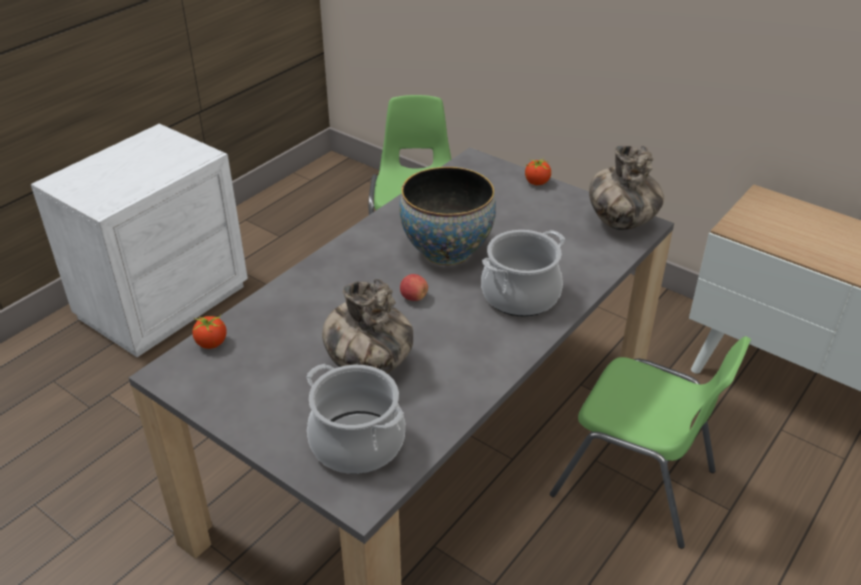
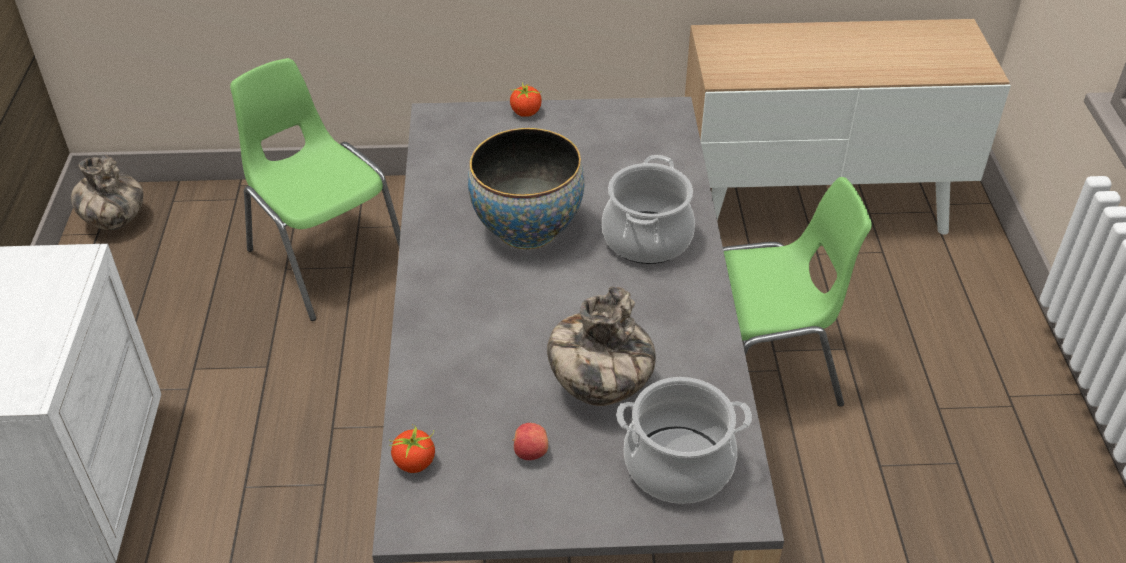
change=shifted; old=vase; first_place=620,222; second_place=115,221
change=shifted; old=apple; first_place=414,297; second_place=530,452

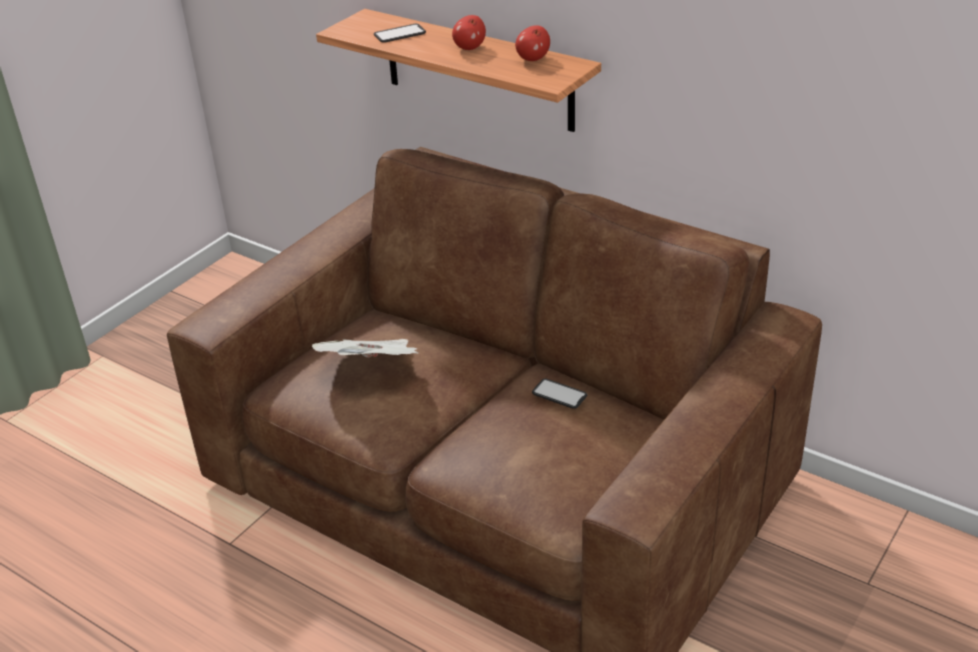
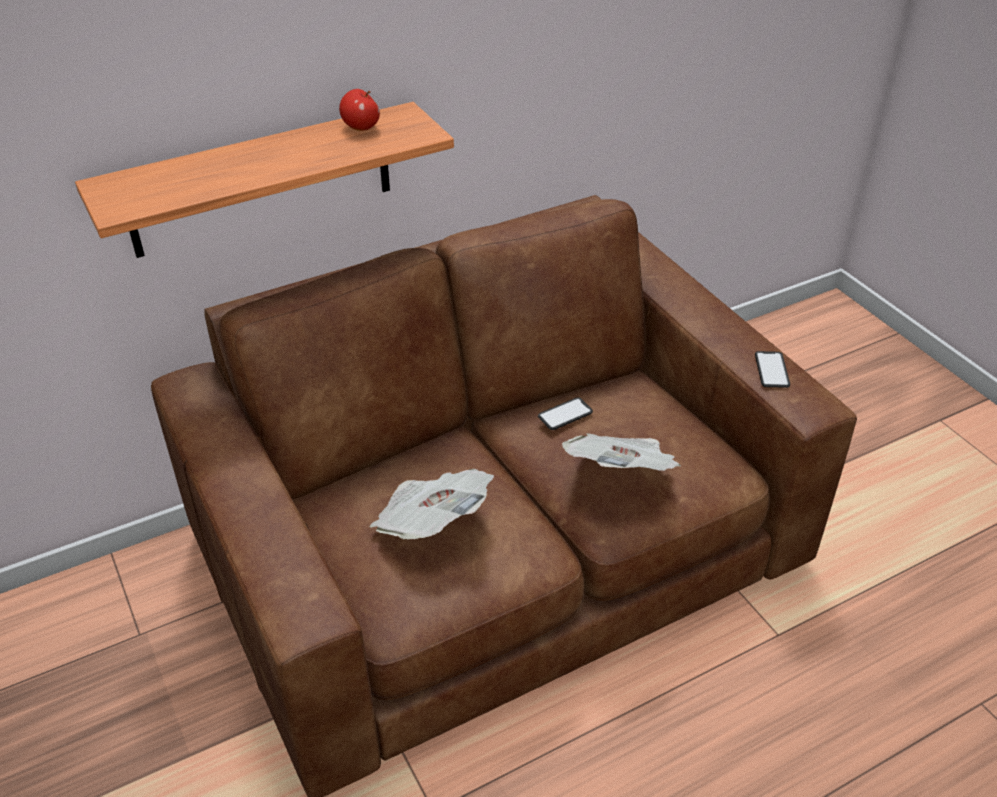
change=gone; old=apple; first_place=469,48
change=shifted; old=phone; first_place=399,34; second_place=771,370
change=new; new=newspaper; second_place=621,473

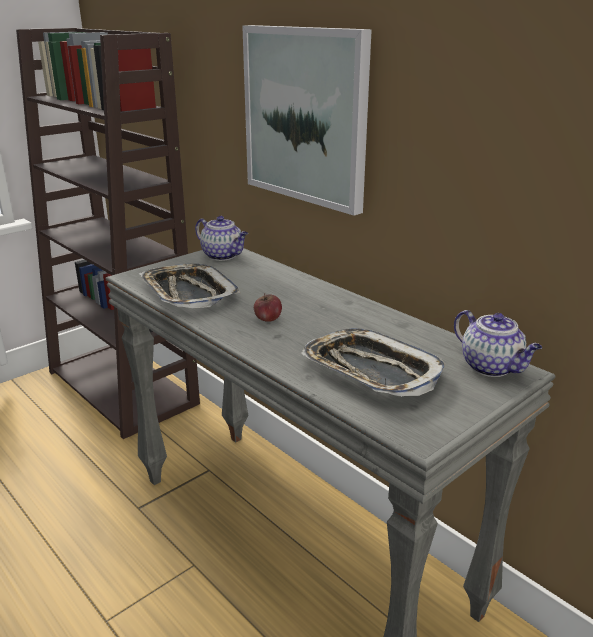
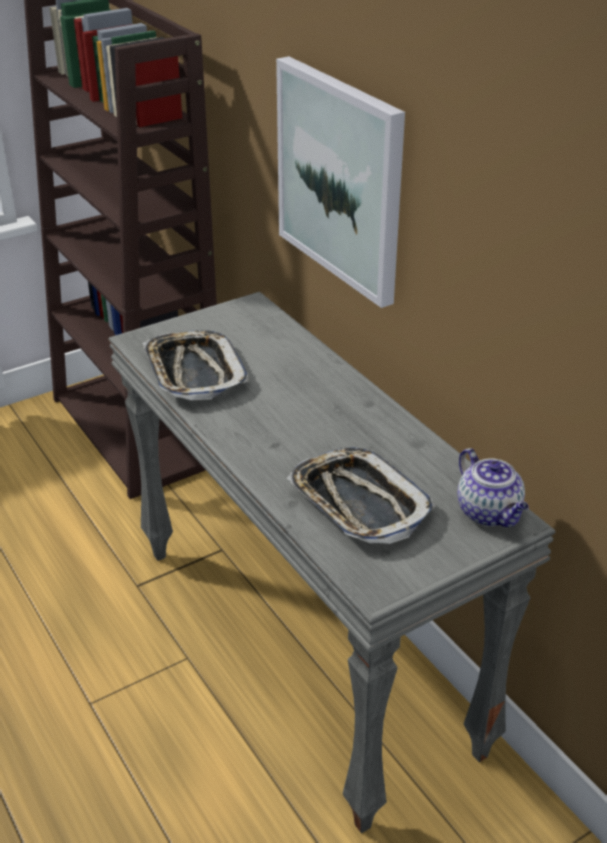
change=gone; old=teapot; first_place=223,256
change=gone; old=apple; first_place=267,319

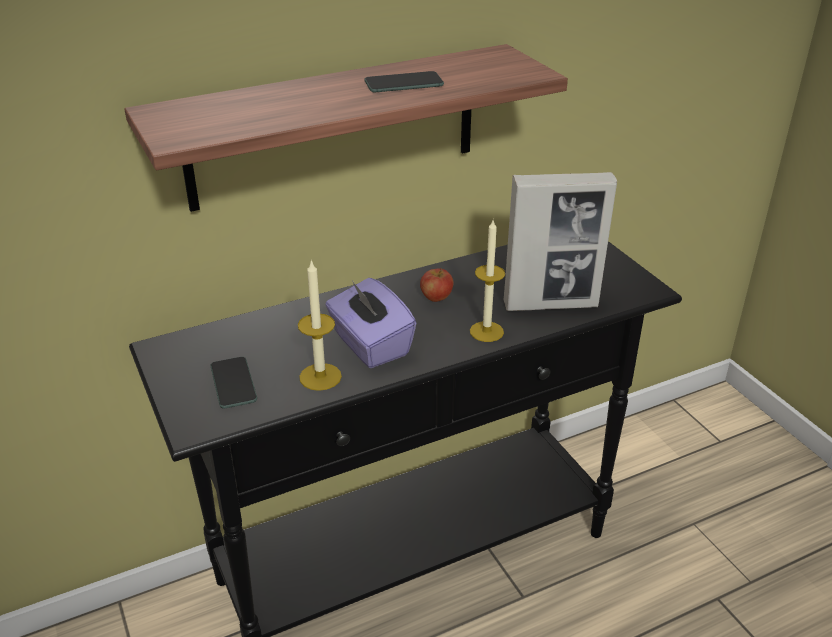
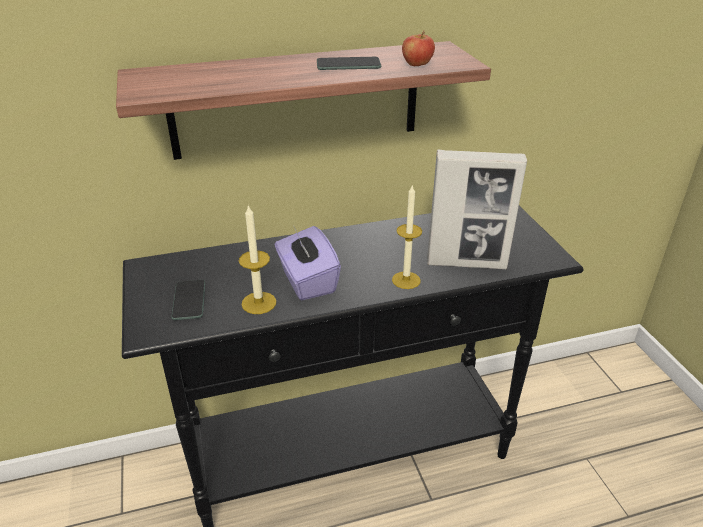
change=shifted; old=apple; first_place=436,297; second_place=417,65

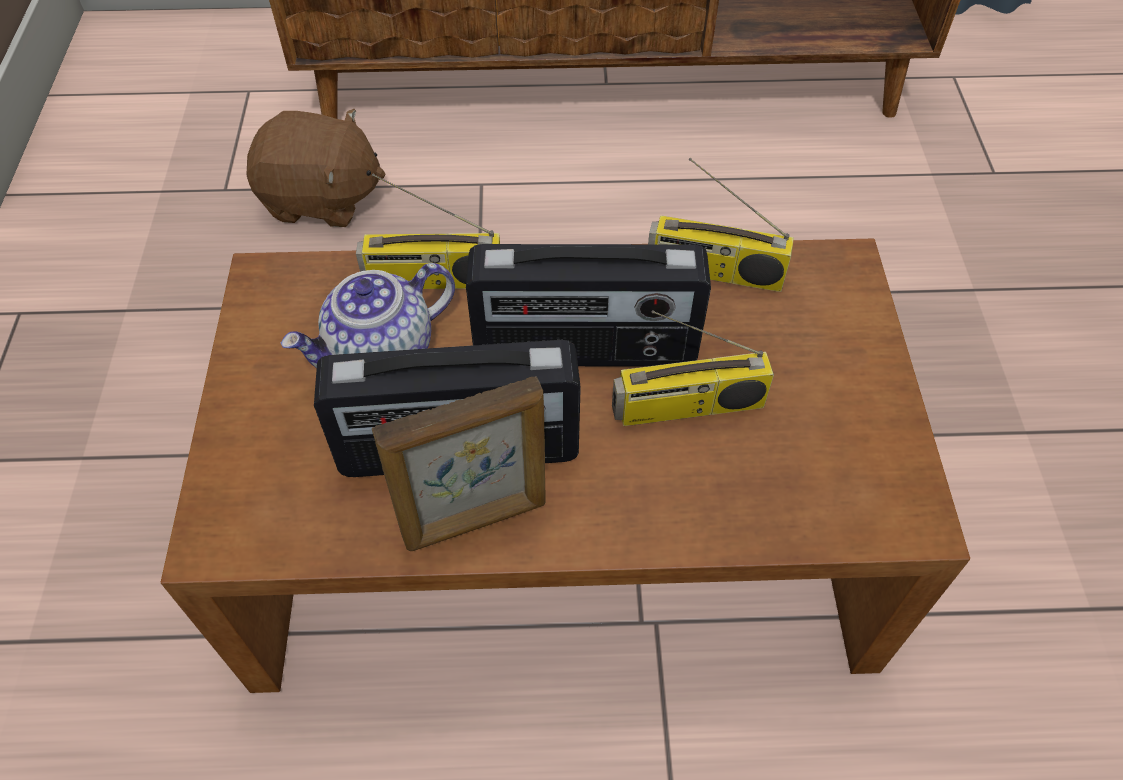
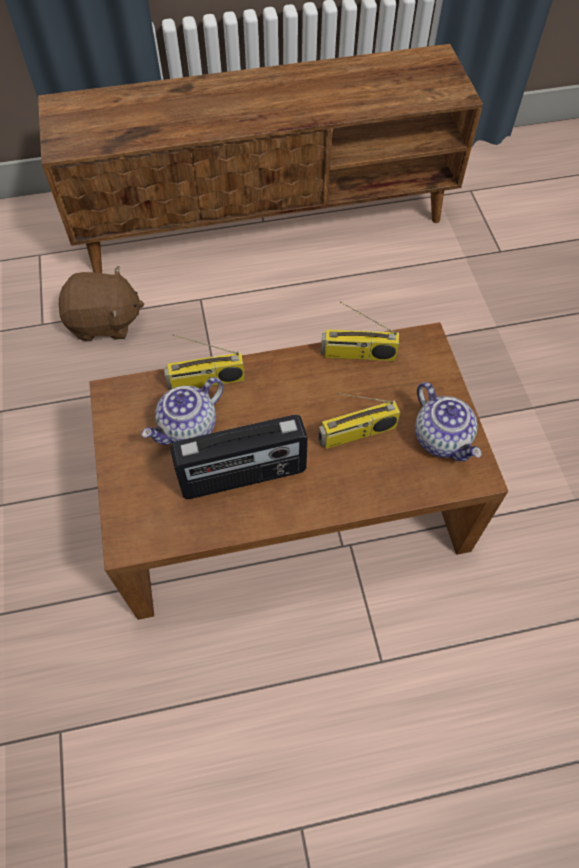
change=gone; old=radio; first_place=585,351
change=gone; old=picture frame; first_place=476,521
change=new; new=teapot; second_place=442,438

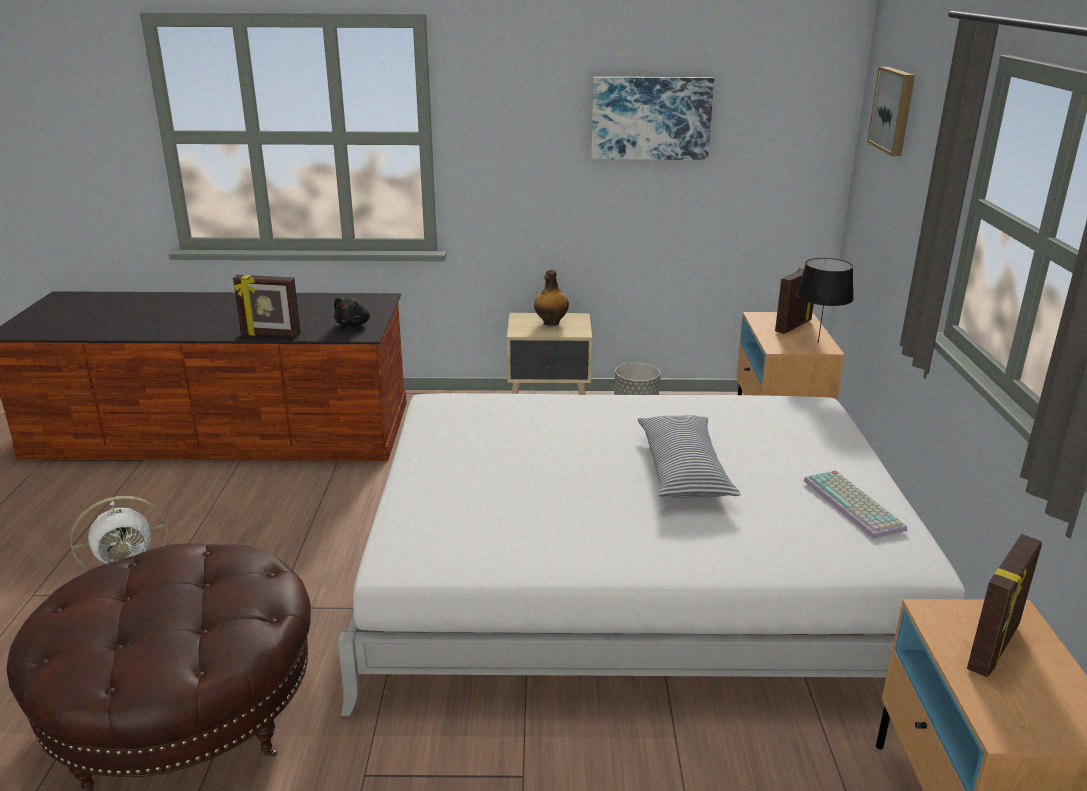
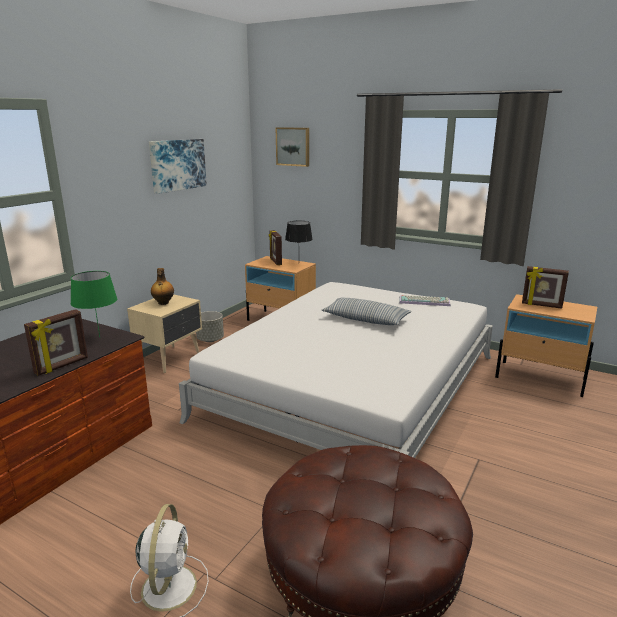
change=swapped; old=black plush toy; new=green table lamp; first_place=353,324; second_place=100,337
change=rotated; old=picture frame; first_place=994,648; second_place=541,305; degrees=135

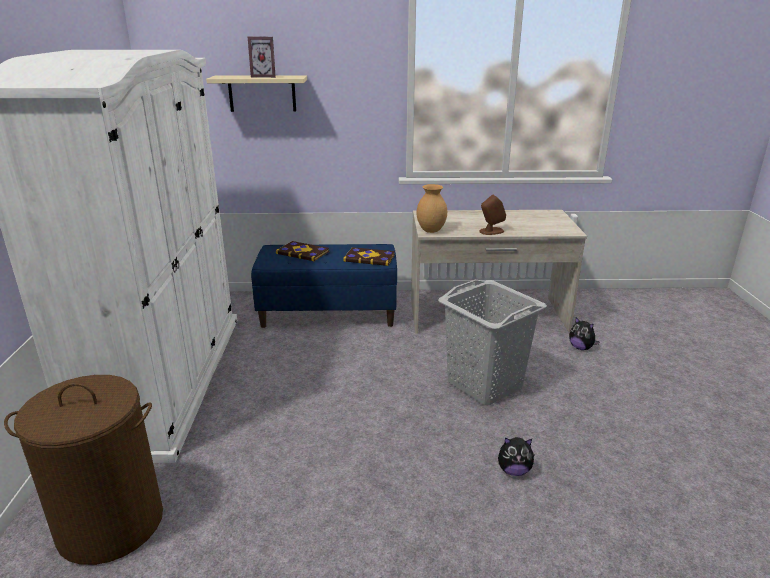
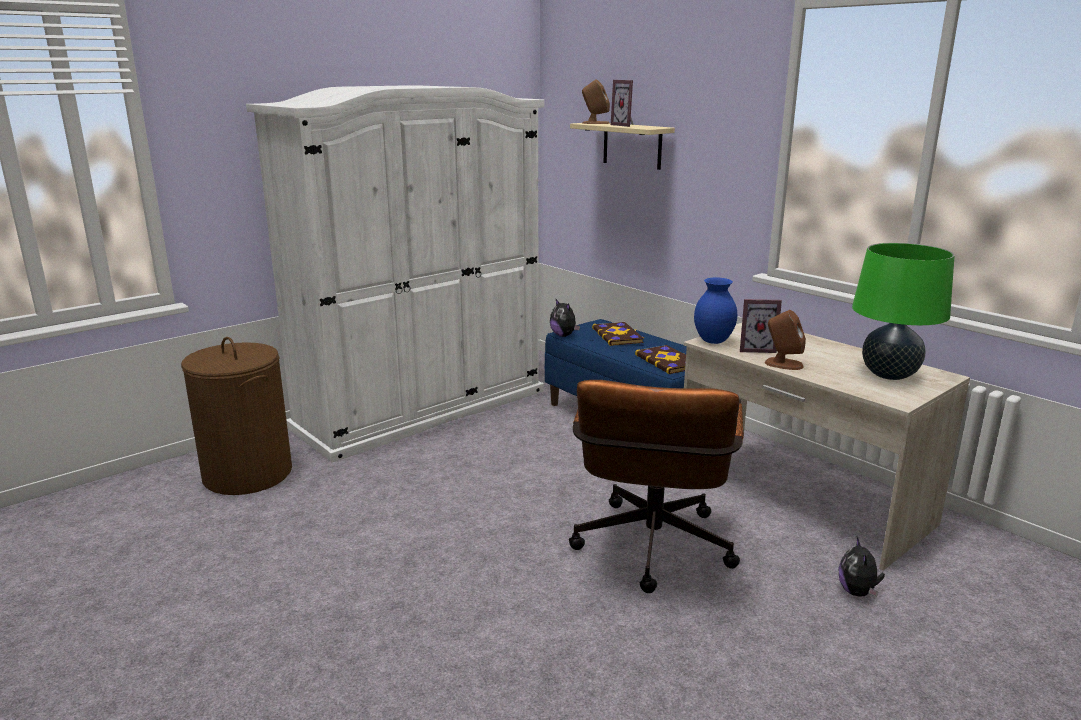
change=repainted; old=brown vase; new=blue vase; first_place=431,231; second_place=714,341
change=swapped; old=grey laundry basket; new=brown office chair; first_place=484,385; second_place=651,553
change=shifted; old=plush toy; first_place=514,470; second_place=564,335
change=new; new=brown speaker; second_place=595,123
change=new; new=green table lamp; second_place=889,375
change=new; new=picture frame; second_place=756,349

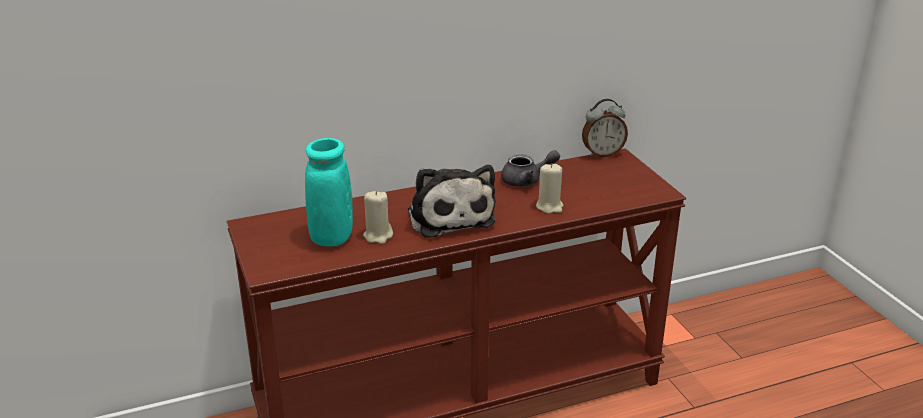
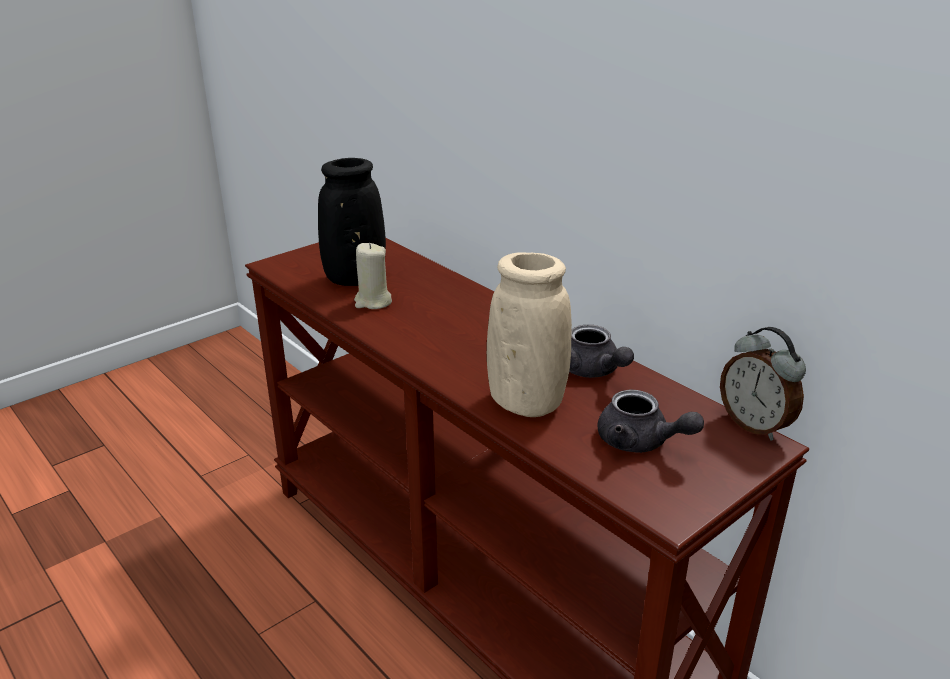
change=repainted; old=turquoise vase; new=black vase; first_place=331,238; second_place=355,279
change=swapped; old=beige candle; new=beige vase; first_place=549,206; second_place=526,403
change=gone; old=plush toy; first_place=449,216
change=new; new=grey teapot; second_place=640,442

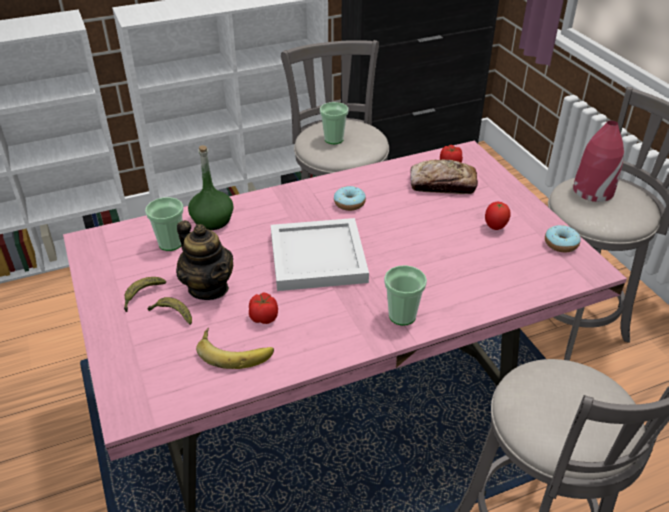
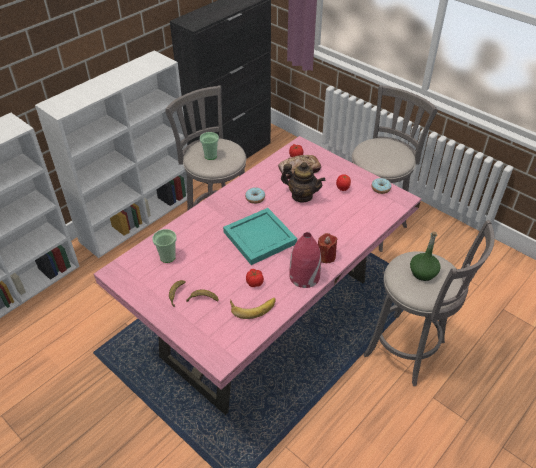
change=shifted; old=red vase; first_place=592,191; second_place=304,276
change=shifted; old=green bottle; first_place=212,220; second_place=423,272
change=repainted; old=white tray; new=turquoise tray; first_place=316,256; second_place=258,237
change=shifted; old=teapot; first_place=208,287; second_place=302,196
change=swapped; old=cup; new=red candle; first_place=402,316; second_place=326,256

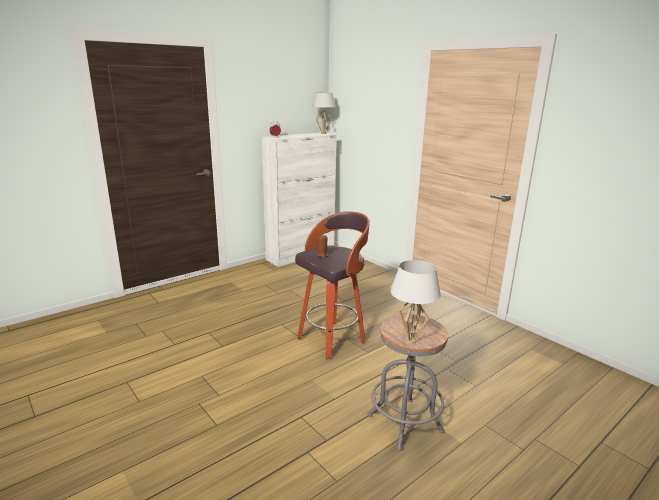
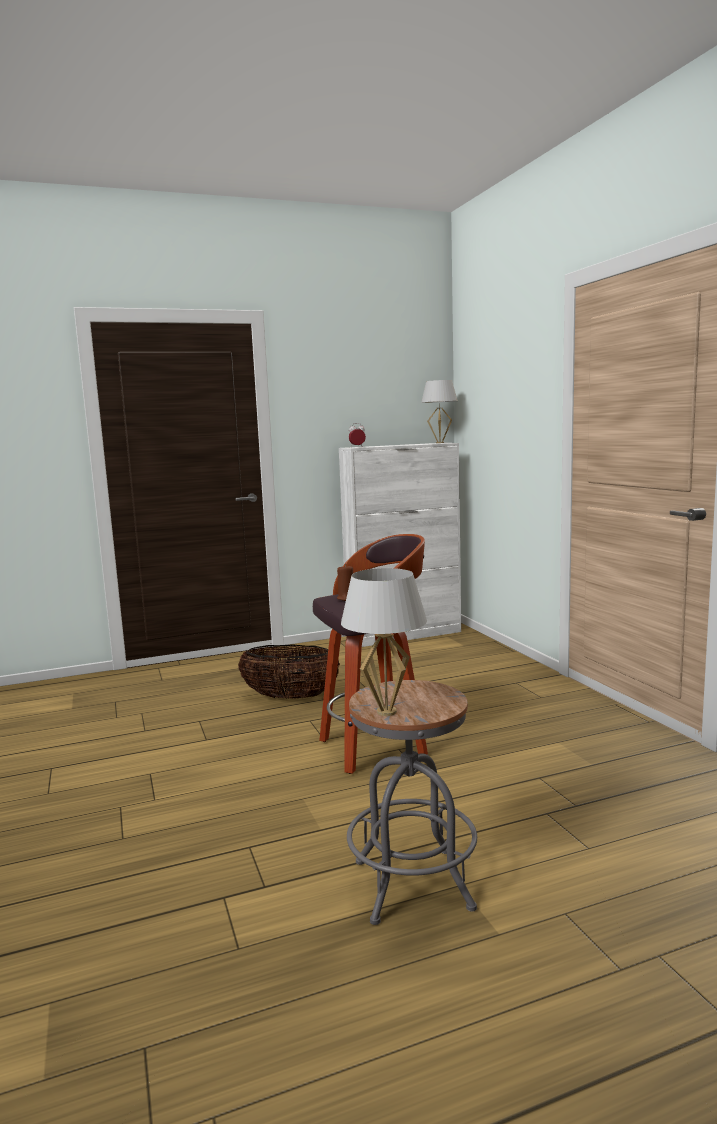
change=new; new=basket; second_place=290,697

